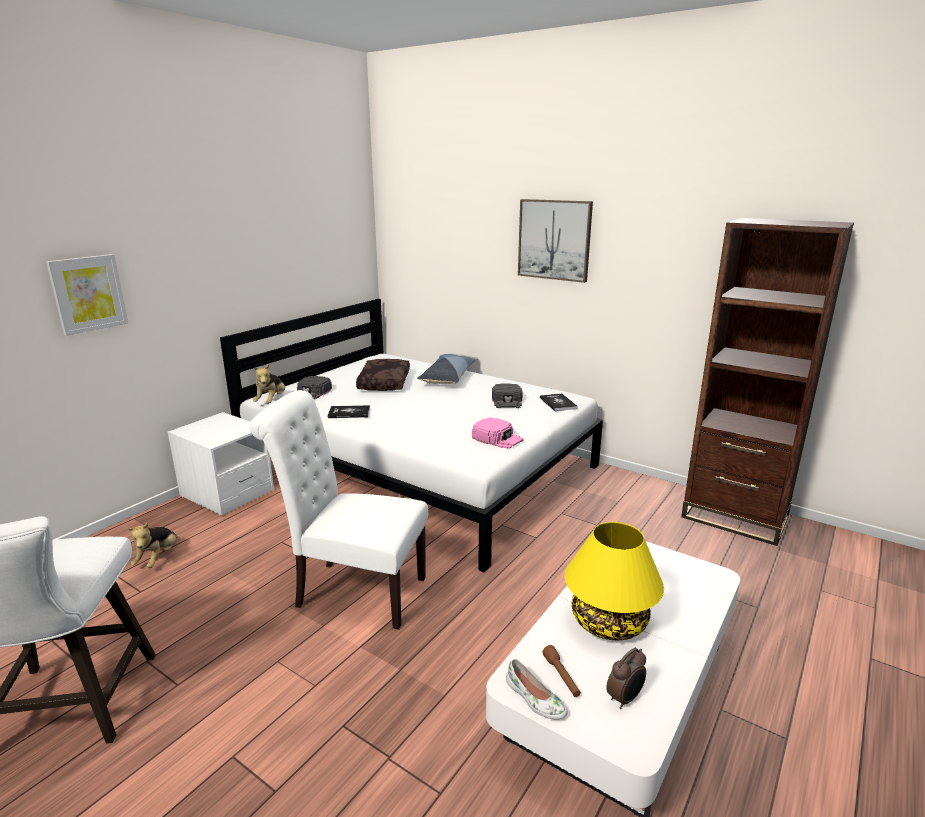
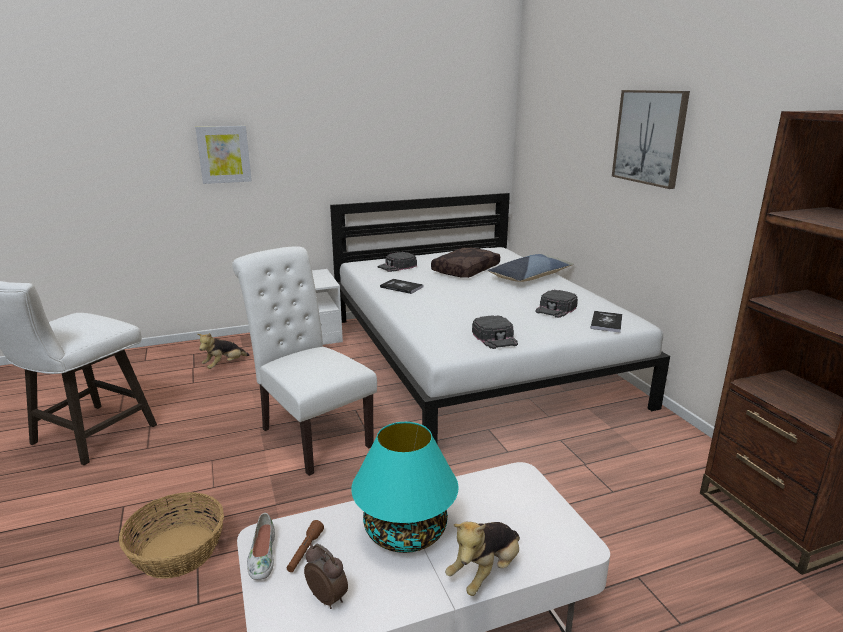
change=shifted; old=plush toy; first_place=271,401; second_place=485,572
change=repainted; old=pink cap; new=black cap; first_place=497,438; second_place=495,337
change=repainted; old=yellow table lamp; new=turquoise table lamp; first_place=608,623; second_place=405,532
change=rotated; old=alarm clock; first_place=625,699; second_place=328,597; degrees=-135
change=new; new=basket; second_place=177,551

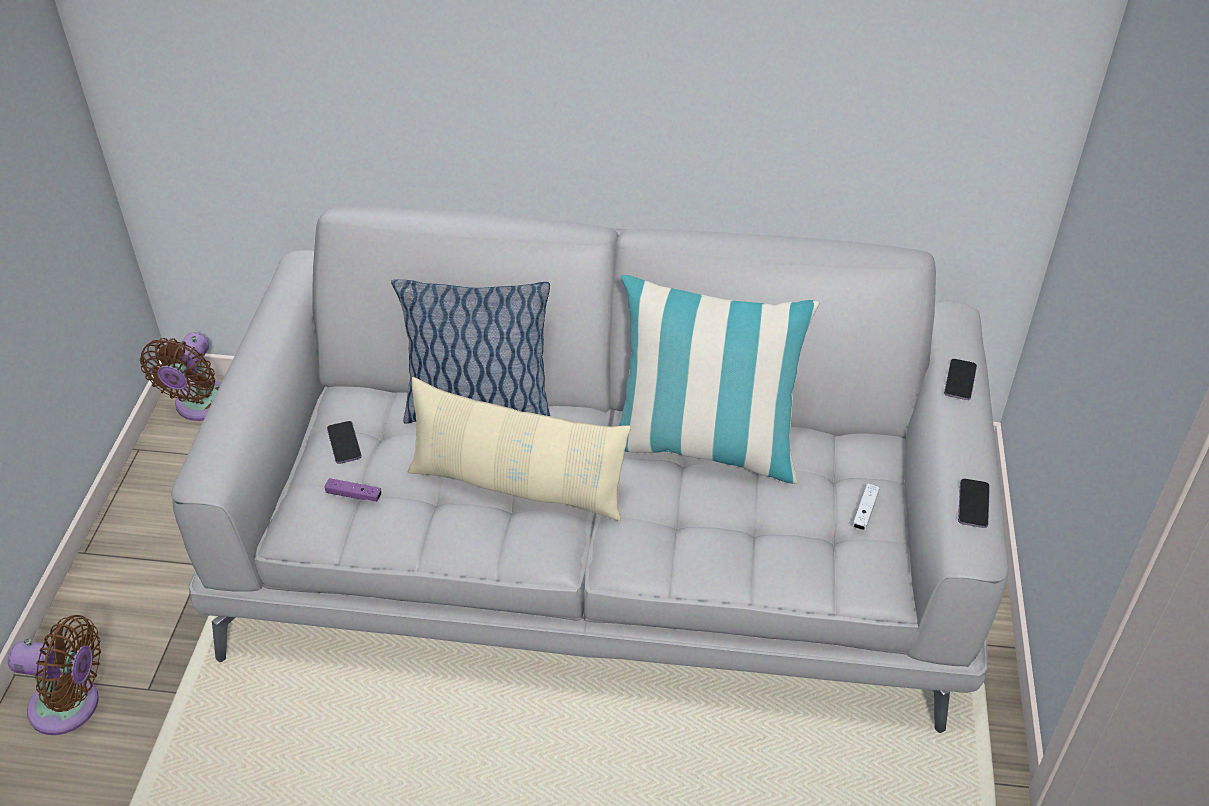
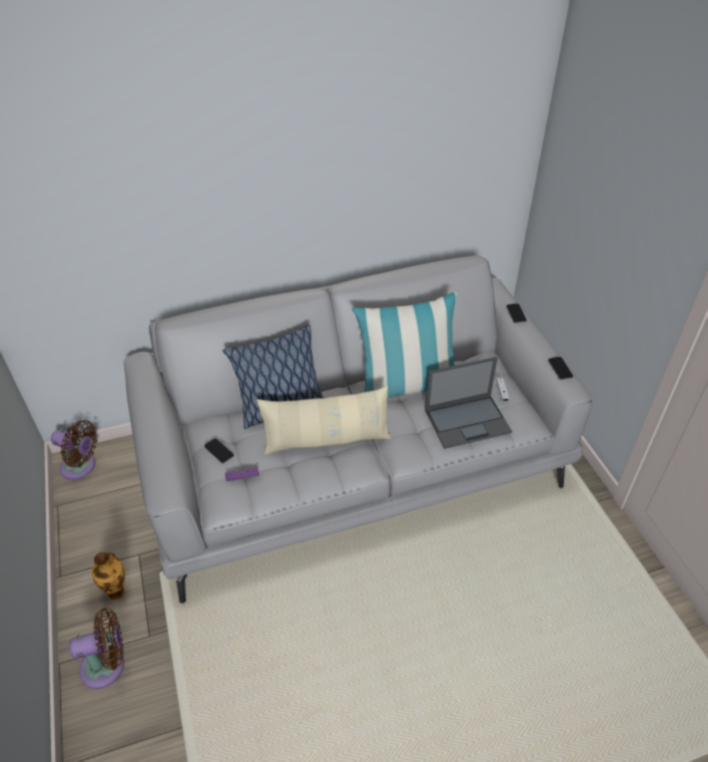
change=rotated; old=brown fan; first_place=200,406; second_place=81,467; degrees=-60
change=new; new=laptop; second_place=468,421
change=new; new=vase; second_place=117,592

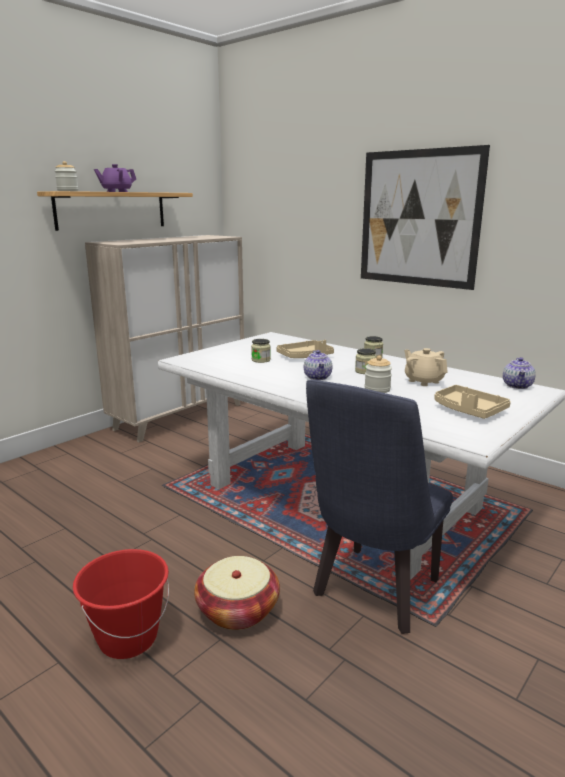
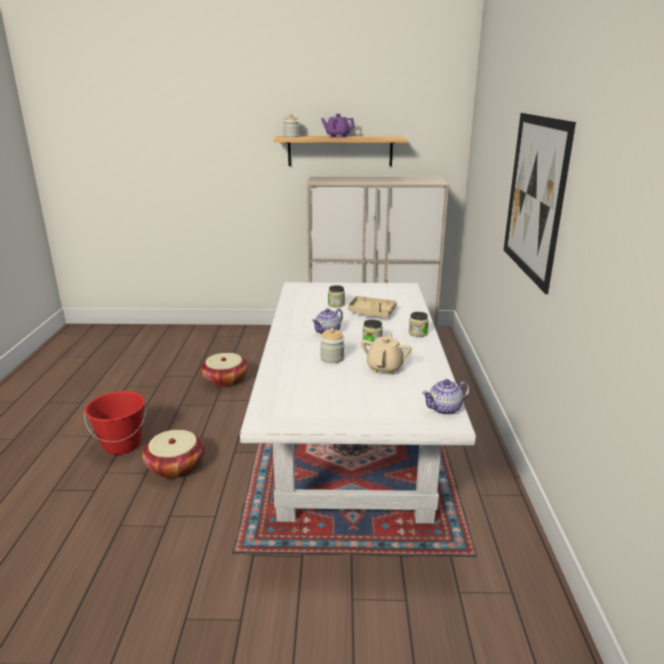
change=gone; old=blue chair; first_place=372,594
change=gone; old=beige tray; first_place=468,410
change=new; new=basket; second_place=225,380

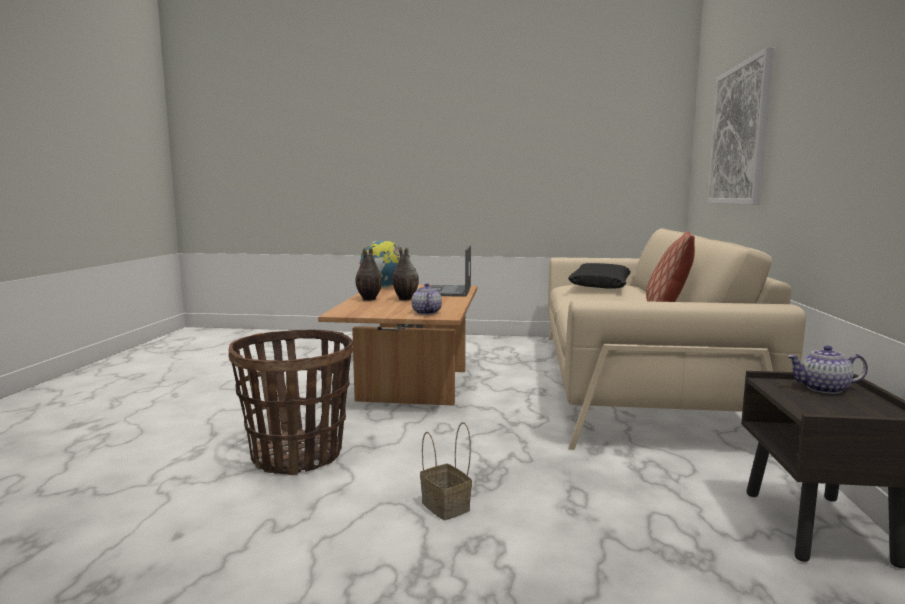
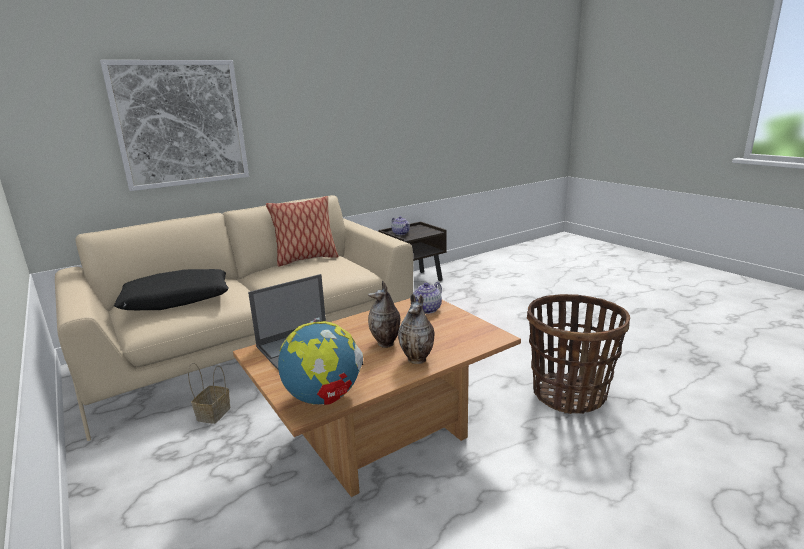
change=shifted; old=basket; first_place=447,506; second_place=214,413

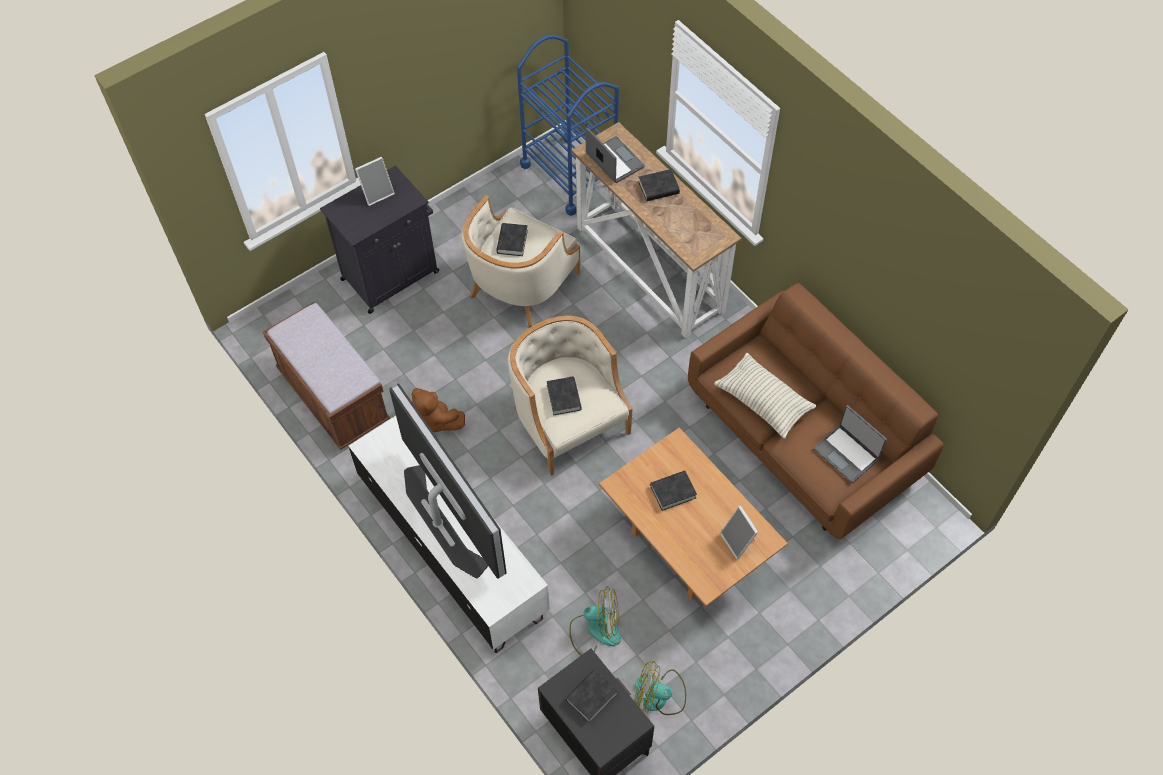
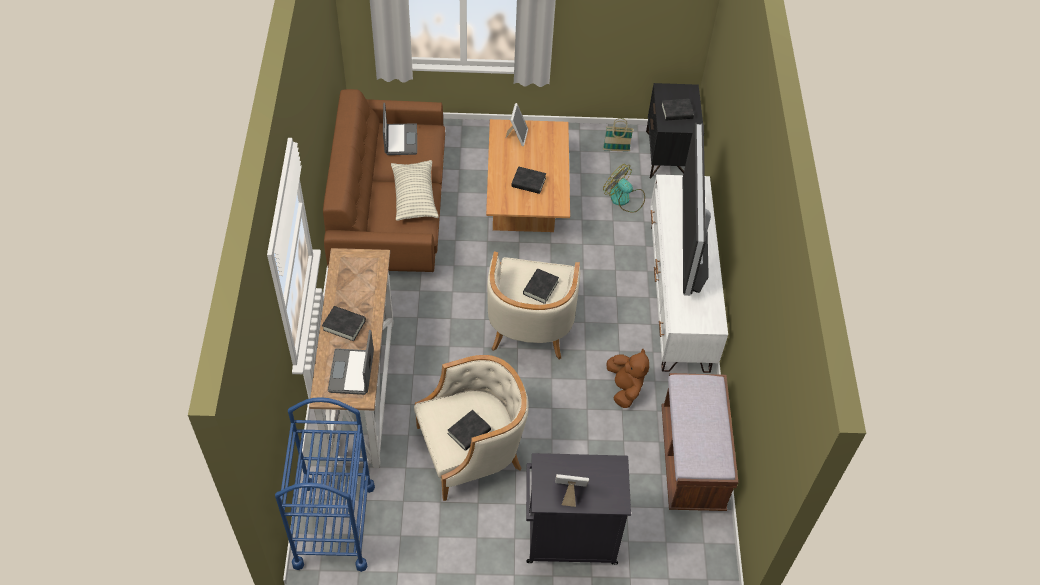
change=swapped; old=fan; new=basket; first_place=659,696; second_place=616,149

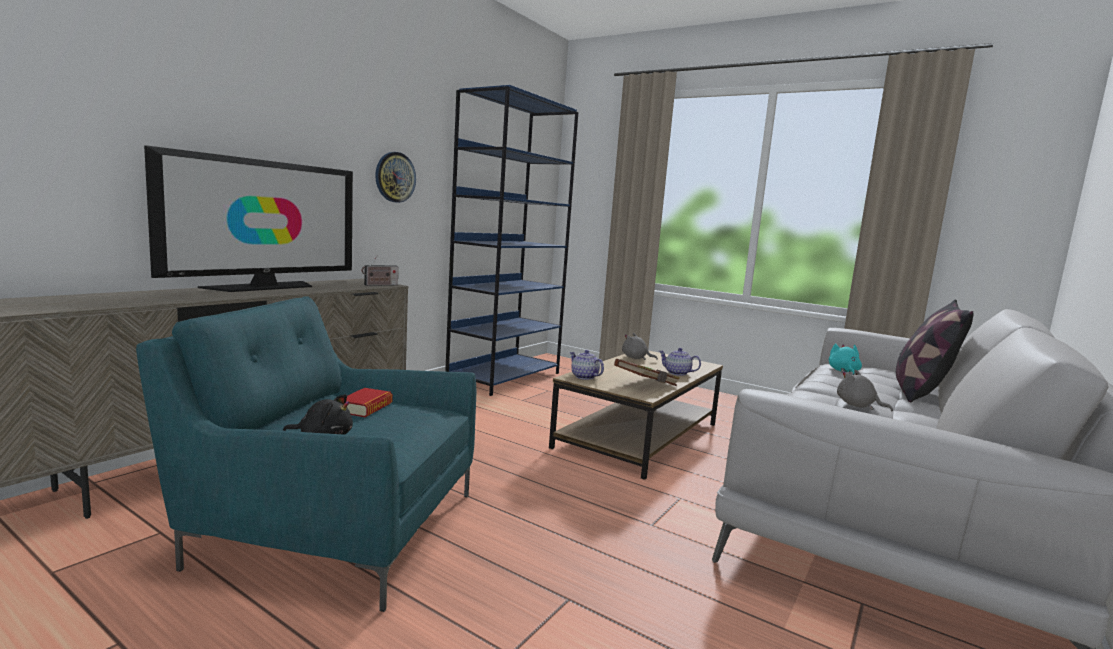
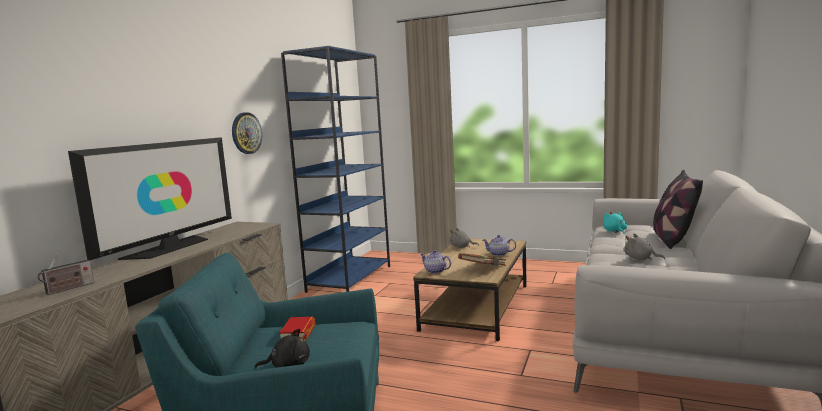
change=shifted; old=radio; first_place=379,285; second_place=68,289

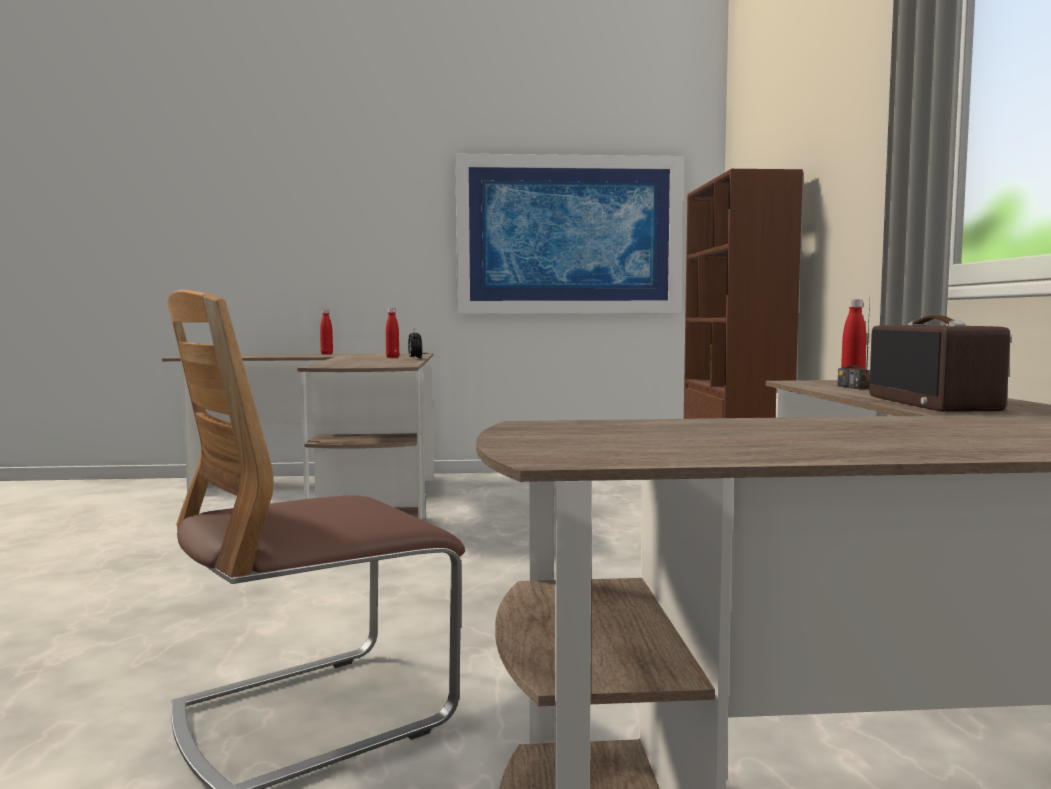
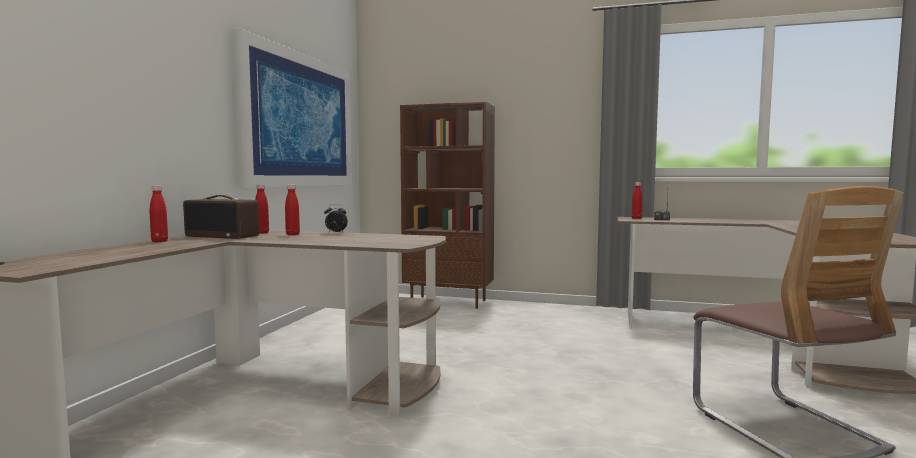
change=shifted; old=radio; first_place=933,404; second_place=223,236
change=new; new=red bottle; second_place=262,233

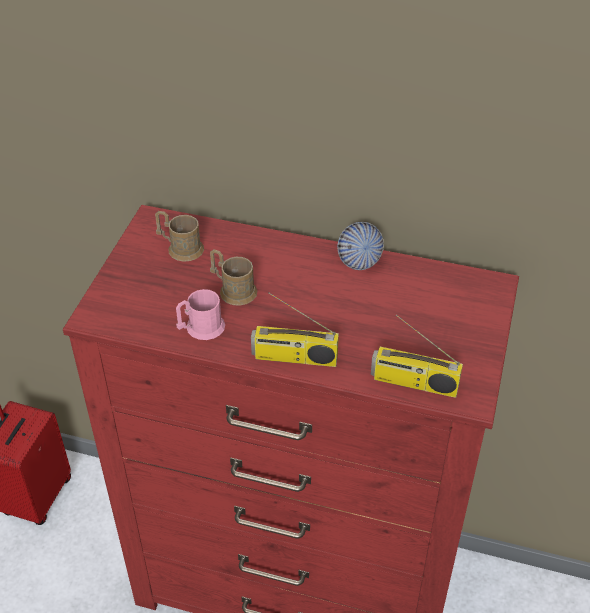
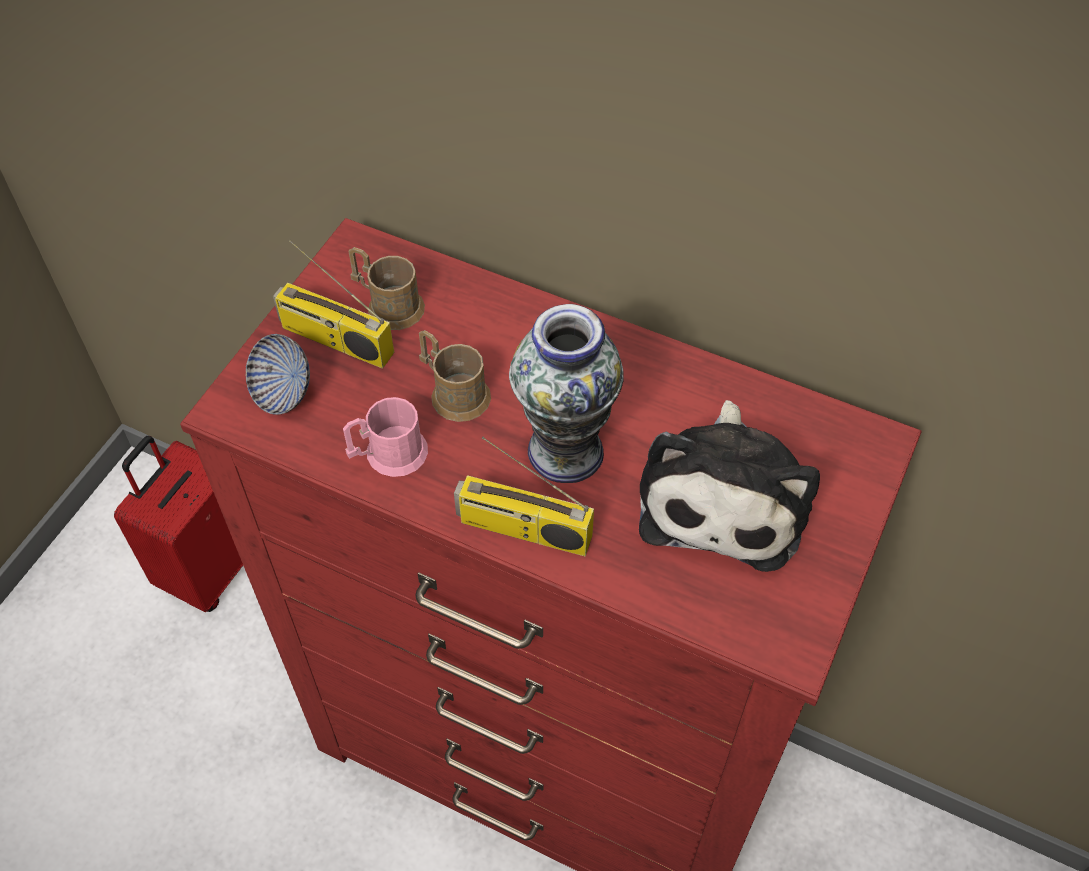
change=shifted; old=bowl; first_place=359,259; second_place=283,392
change=shifted; old=radio; first_place=413,383; second_place=334,340
change=new; new=vase; second_place=566,450
change=new; new=plush toy; second_place=724,497

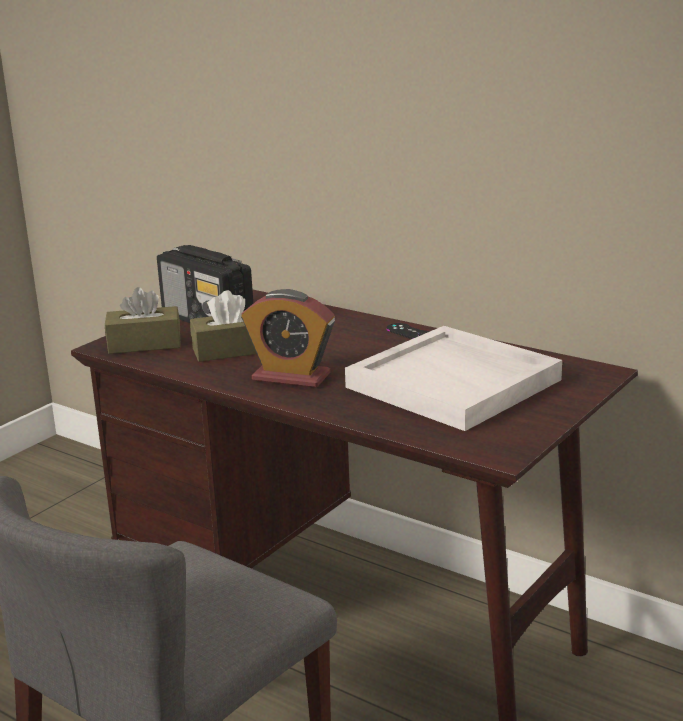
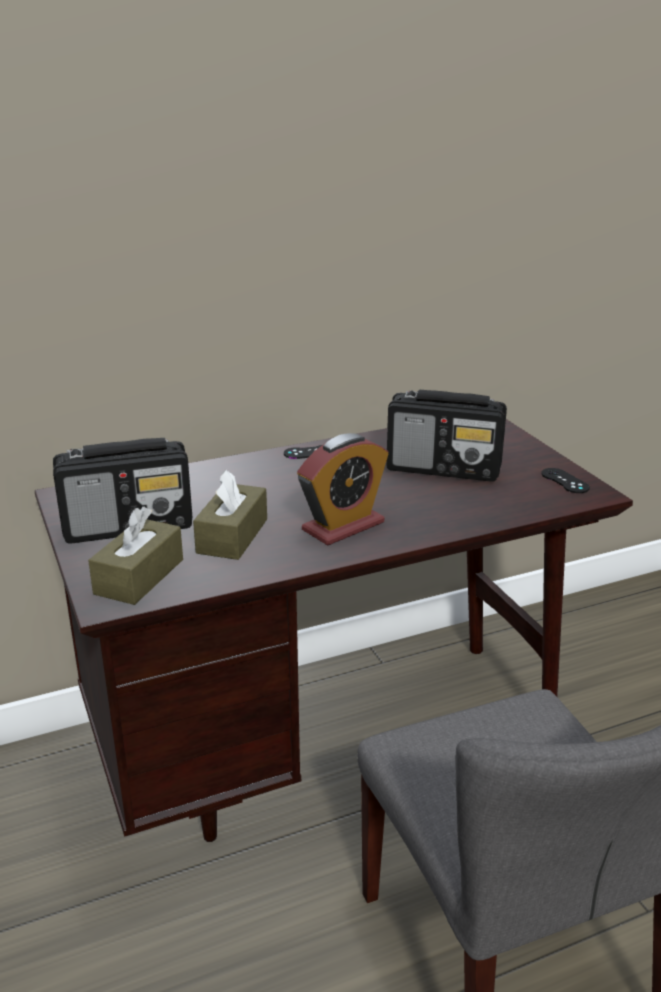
change=swapped; old=white tray; new=radio; first_place=455,383; second_place=444,469
change=new; new=black game controller; second_place=564,481

